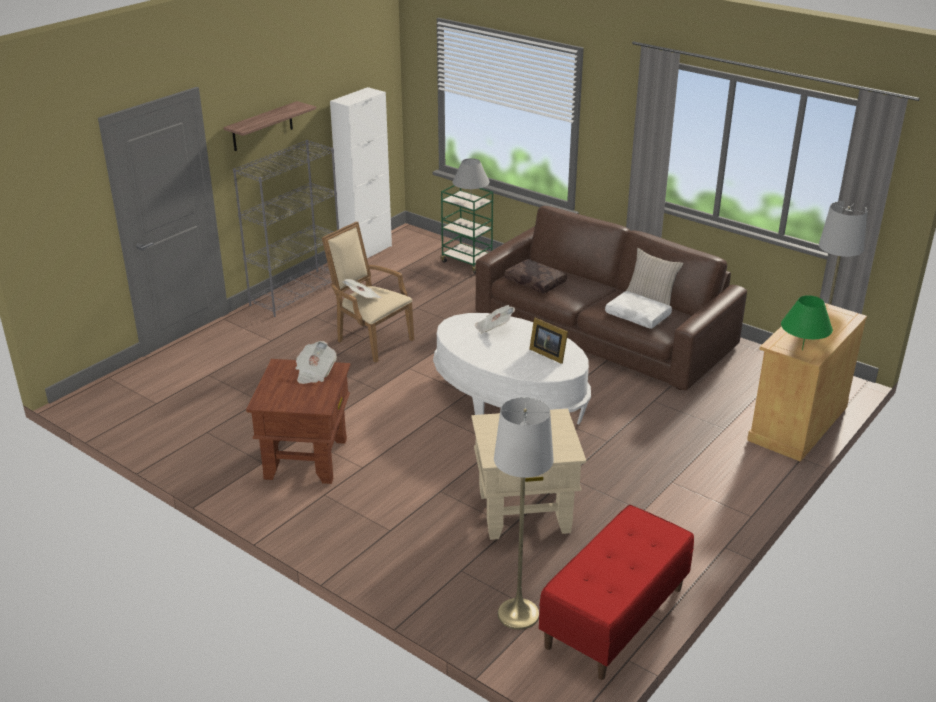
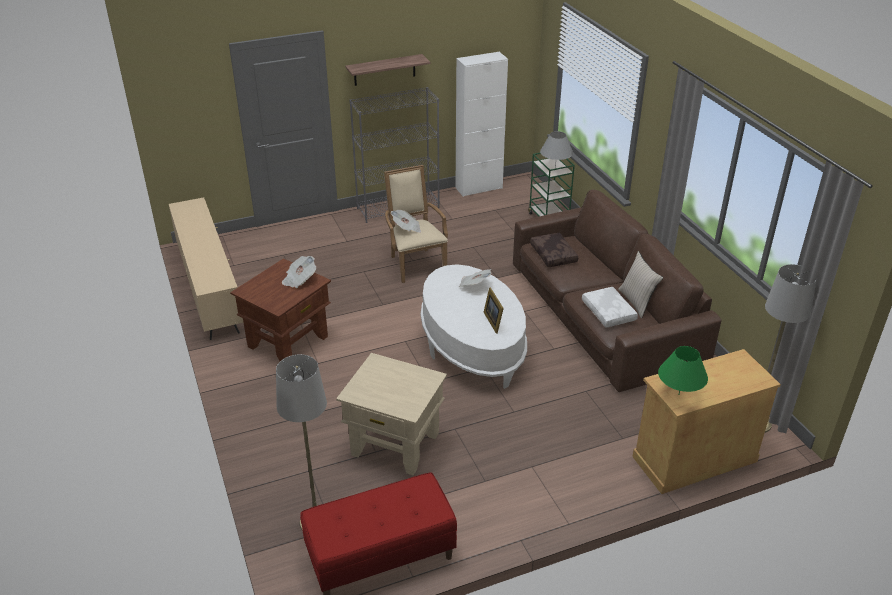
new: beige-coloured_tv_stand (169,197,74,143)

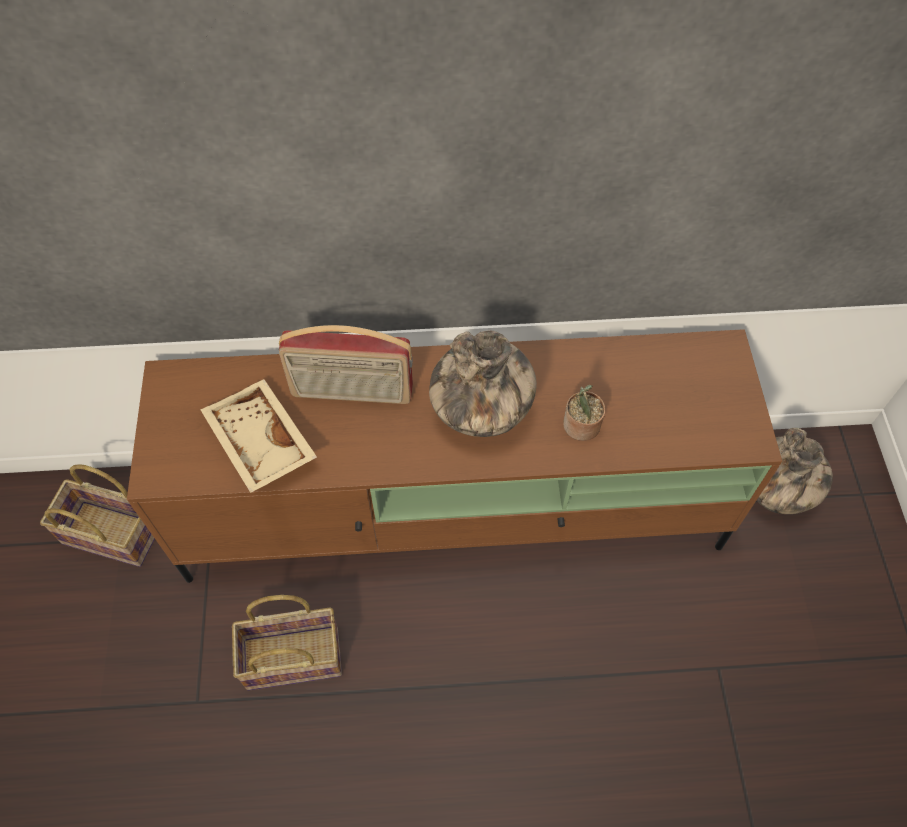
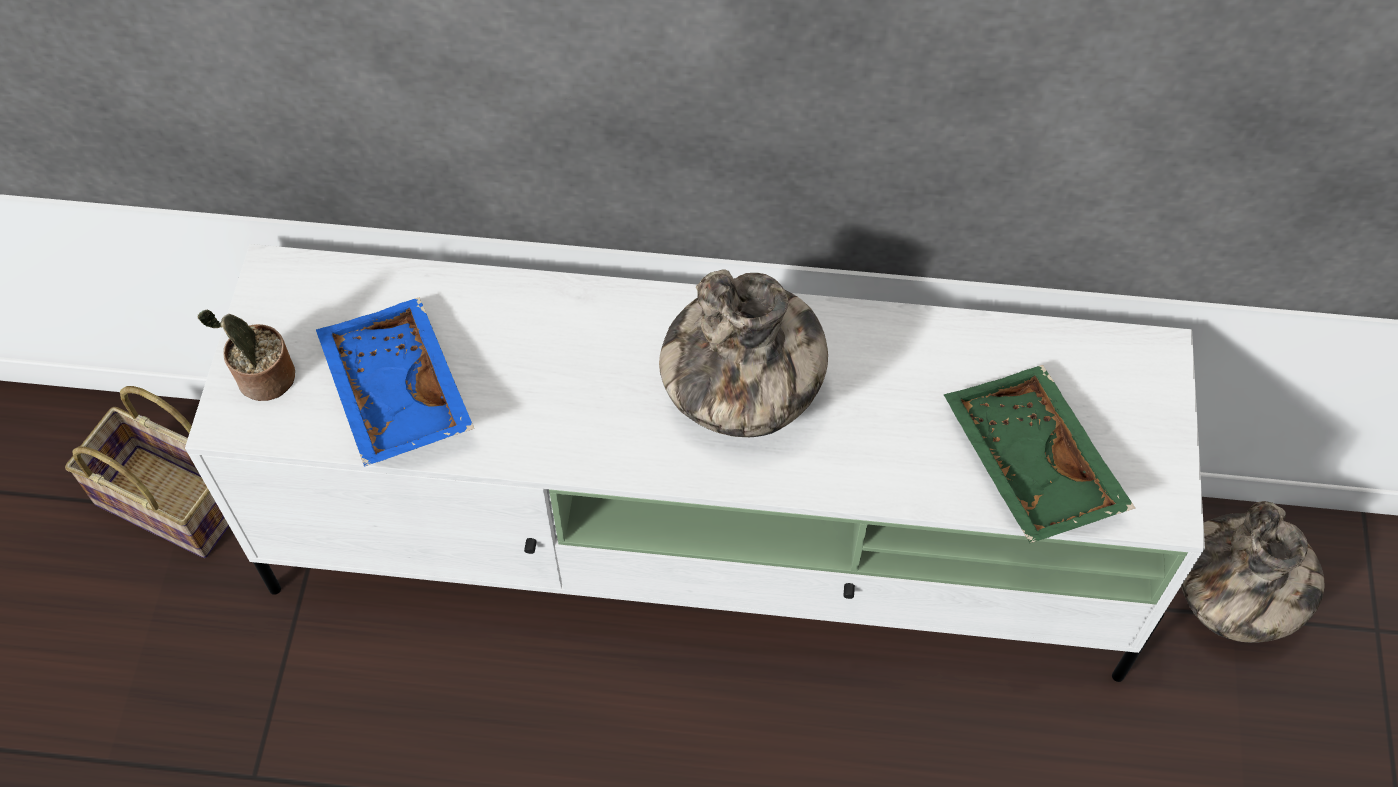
gone: storage_basket (232,595,110,96); radio_receiver (279,325,134,79)
new: green-coloured_serving_tray (944,365,191,178)
shifted: plant_in_a_pot (563,385,43,56) to (197,310,98,91)
repainted: brown-coloured_tv_stand (127,329,655,254) to whitish_tv_stand (185,244,1020,438); beige-coloured_serving_tray (201,379,116,114) to blue-coloured_serving_tray (316,297,158,170)

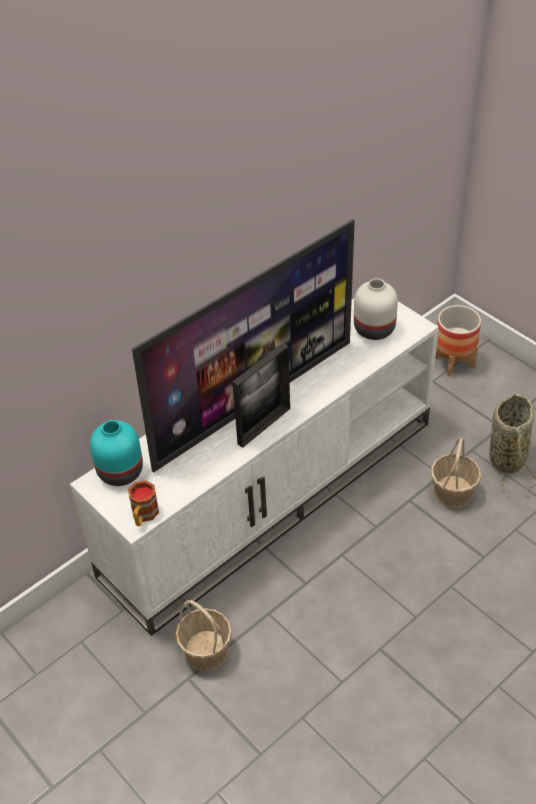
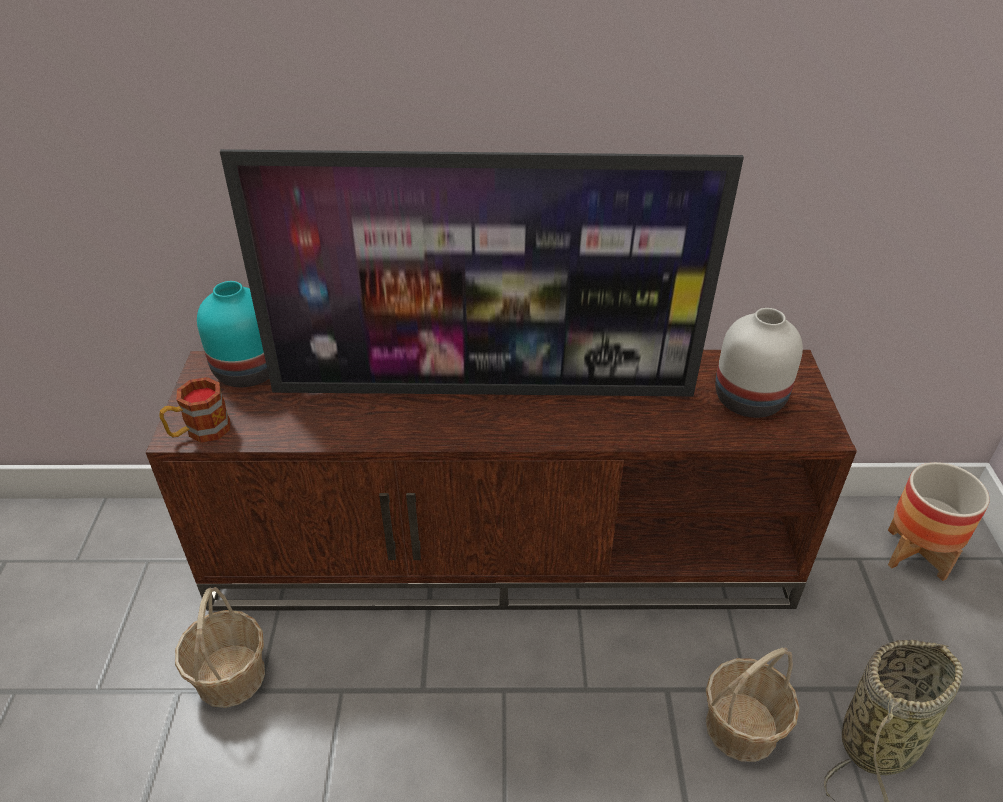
gone: photo_frame (232,343,58,105)
repainted: whitish_tv_stand (70,299,369,337) to brown-coloured_tv_stand (146,350,711,261)

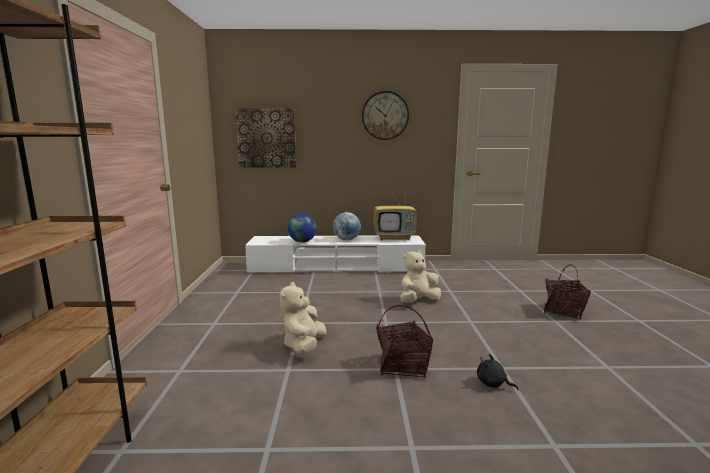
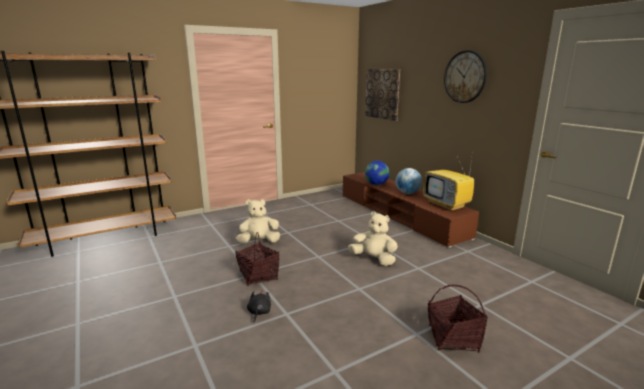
repainted: whitish_tv_stand (245,235,181,39) to brown-coloured_tv_stand (343,172,136,76)

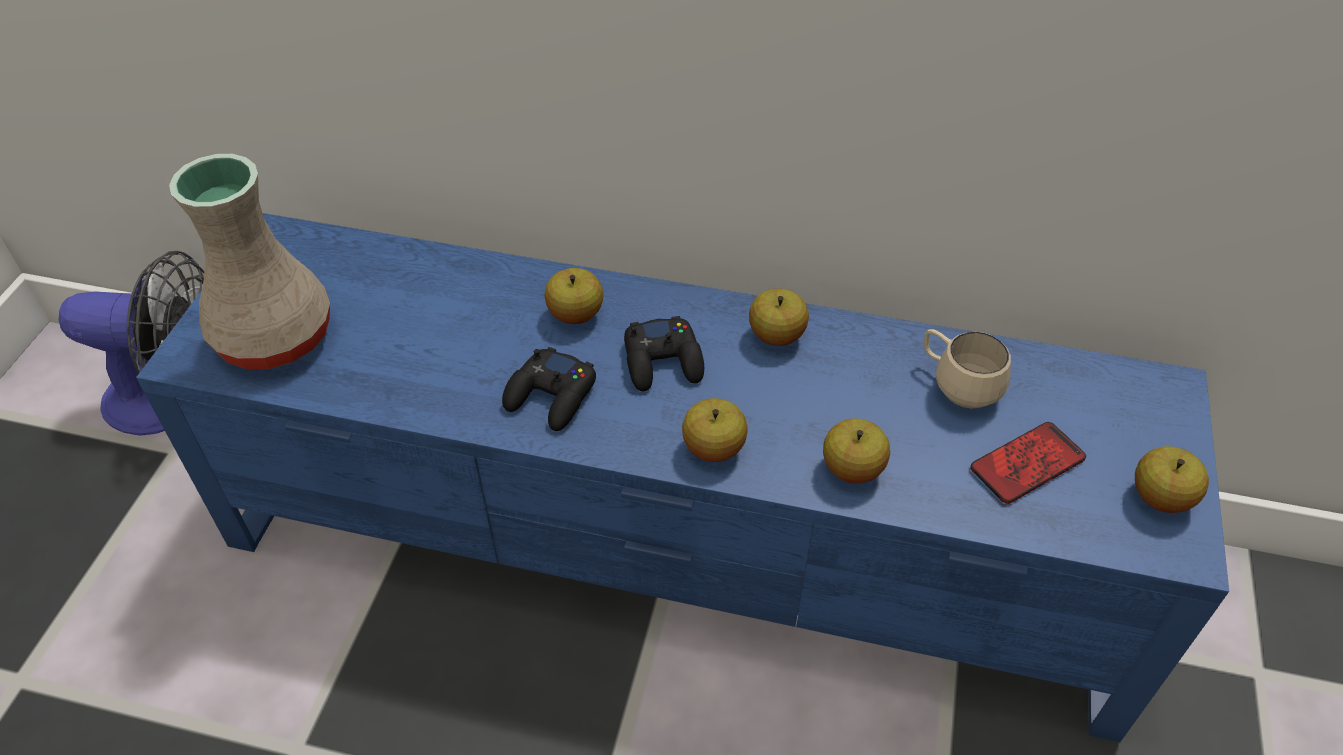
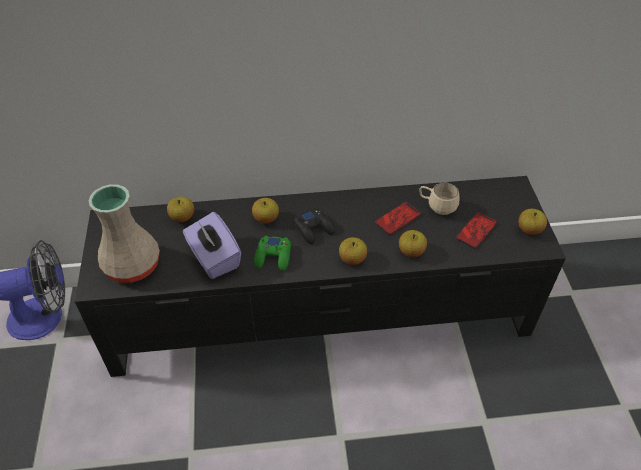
new: purple-coloured_box_of_tissues (183,212,58,67); phone (375,202,46,33)
shifted: whole_apple (749,289,60,57) to (167,196,27,26)
repainted: blue-coloured_tv_stand (136,213,1093,529) to blackish_tv_stand (75,176,491,201); blackish_joypad (502,347,94,84) to green-coloured_joypad (254,236,37,35)

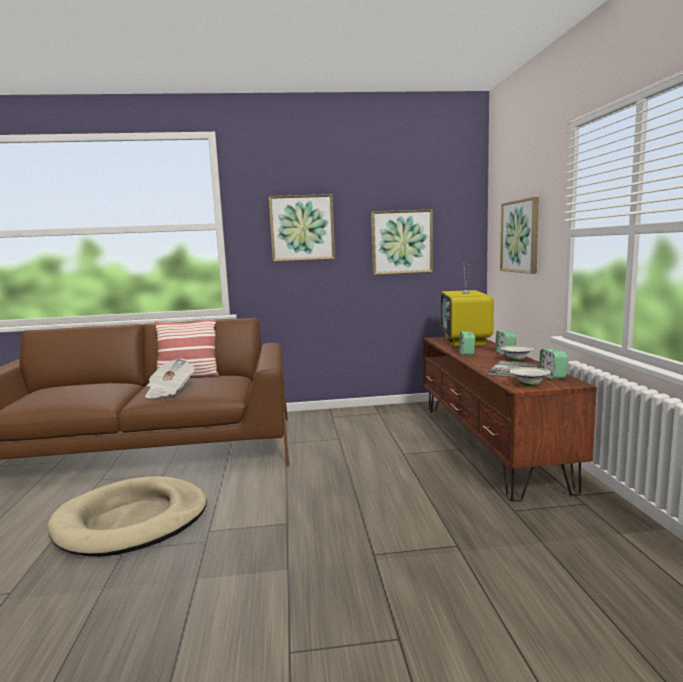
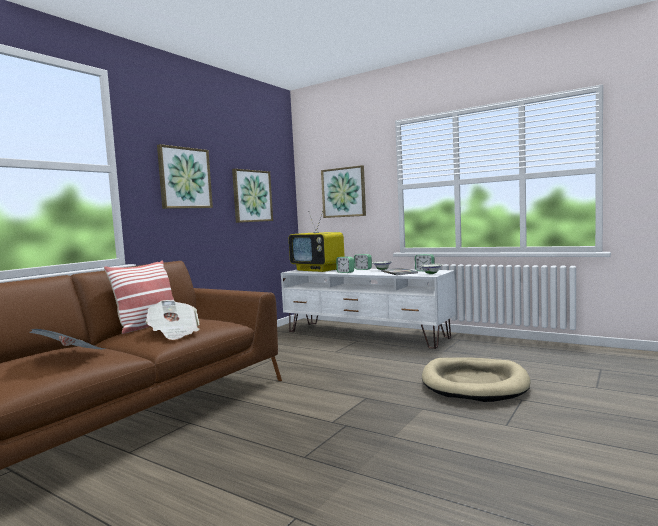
new: daily_paper (30,329,77,20)
shifted: beige-coloured_pet_bed (47,476,160,81) to (422,357,109,45)
repainted: brown-coloured_tv_stand (423,337,174,164) to whitish_tv_stand (281,268,175,81)

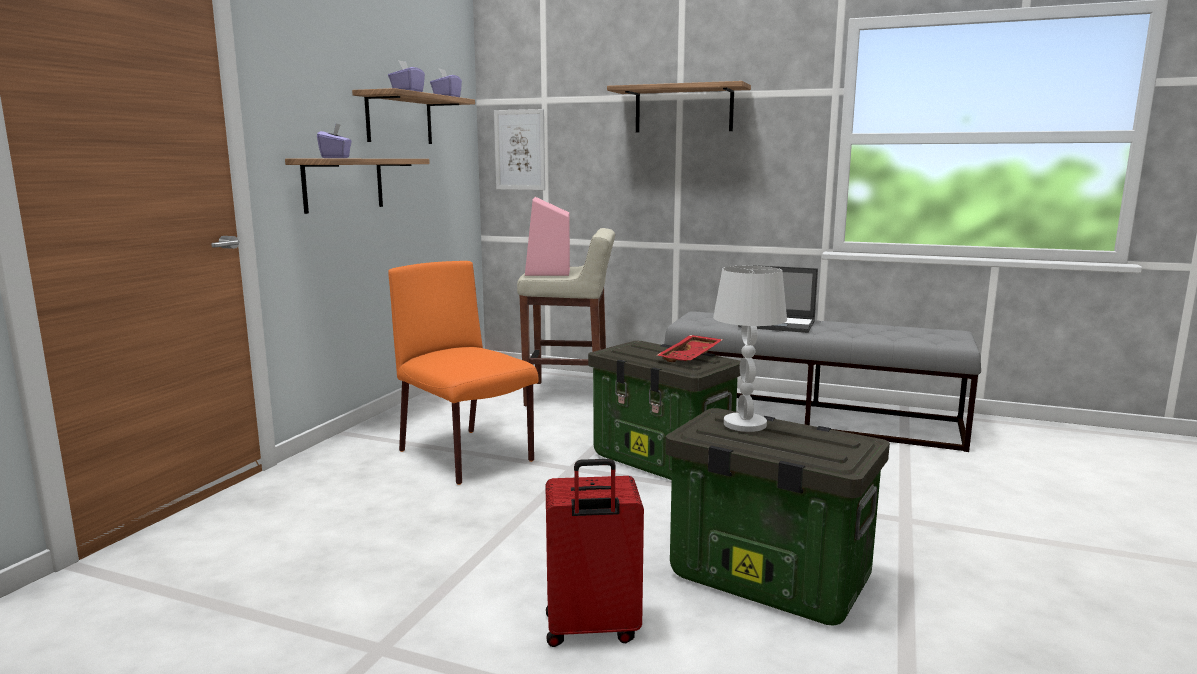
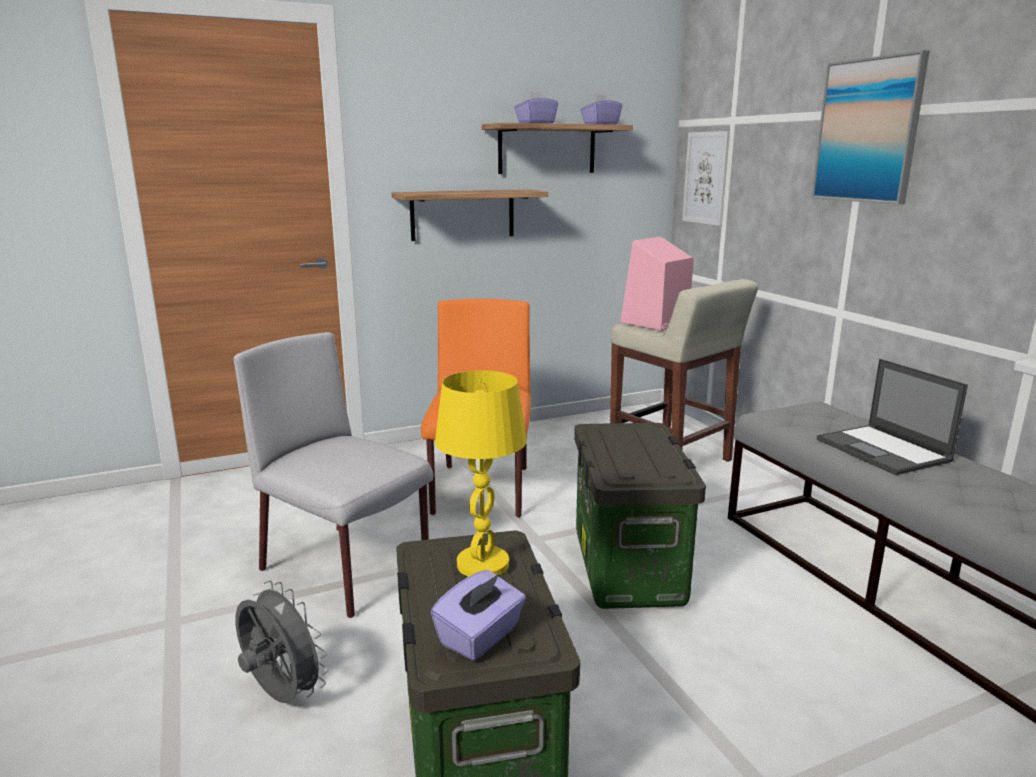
gone: red_serving_tray (656,335,67,27)
new: gray_plain_chair (234,332,199,286)
shifted: purple-coloured_box_of_tissues (317,123,35,35) to (431,570,95,91)
swapped: red_suitcase (545,459,99,188) to gray_fan (235,580,93,123); shelf (607,81,144,51) to wall_art (811,50,119,155)
repainted: whitish_tabletop_lamp (713,266,74,166) to yellowish_tabletop_lamp (435,370,92,207)

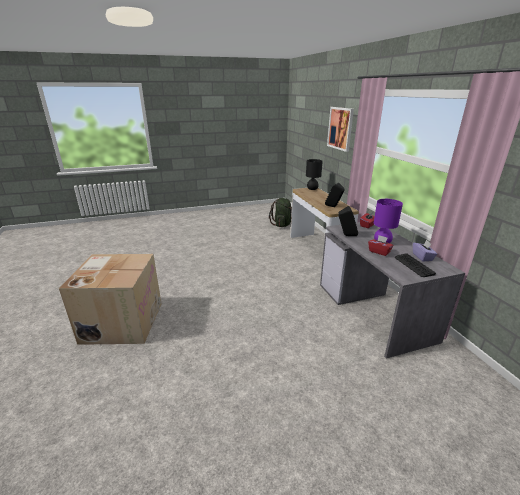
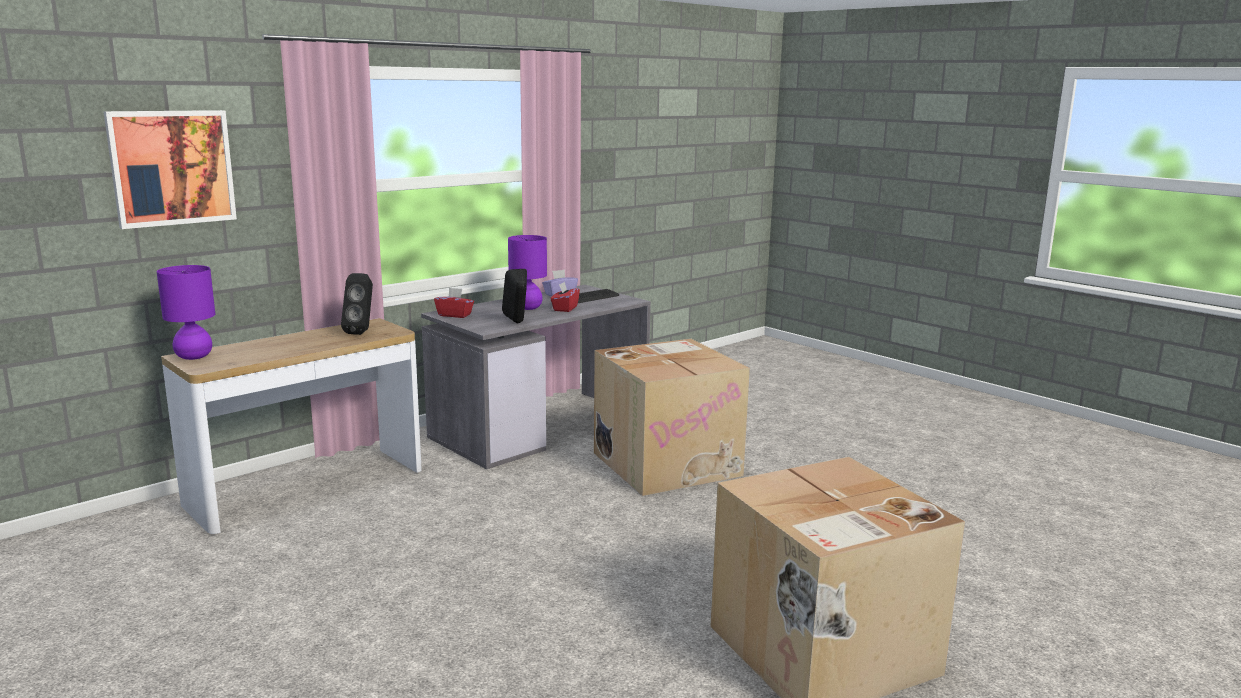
gone: green-coloured_rucksack (269,198,23,29)
new: packing_box (594,339,156,157)
repainted: blackish_tabletop_lamp (306,159,17,31) to purple-coloured_tabletop_lamp (157,265,58,95)

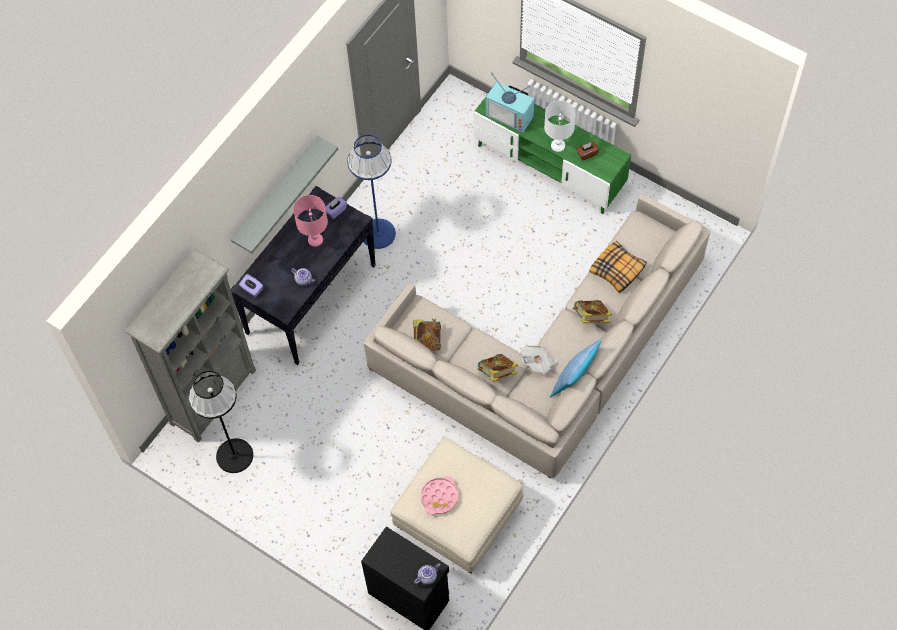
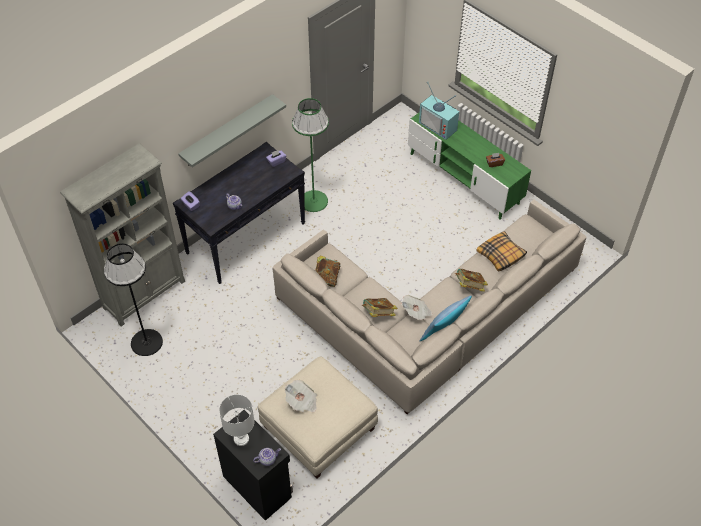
gone: pinkish_tabletop_lamp (293,195,35,52)
shifted: whitish_tabletop_lamp (544,101,32,51) to (219,395,36,51)
swapped: pinkish_serving_tray (421,476,38,39) to daily_paper (285,380,32,33)
repainted: blue-coloured_standard_lamp (347,135,49,114) to green-coloured_standard_lamp (292,98,37,114)

